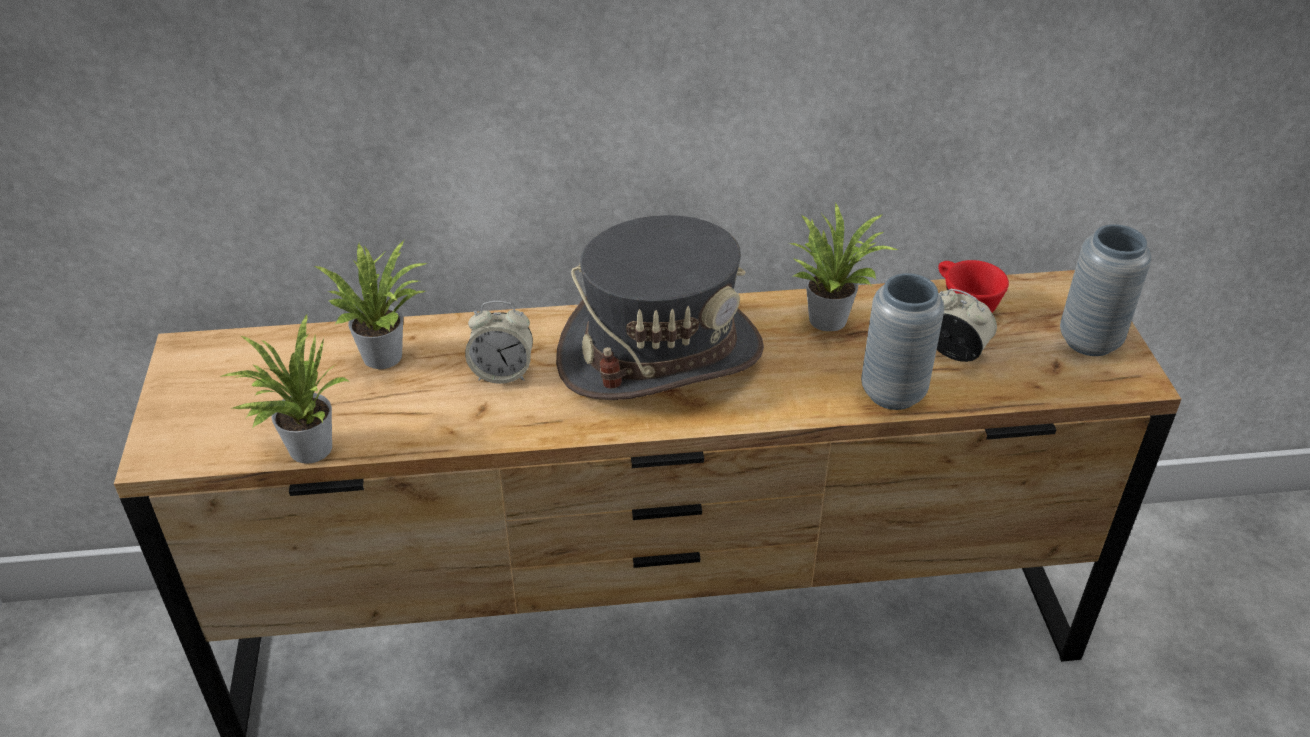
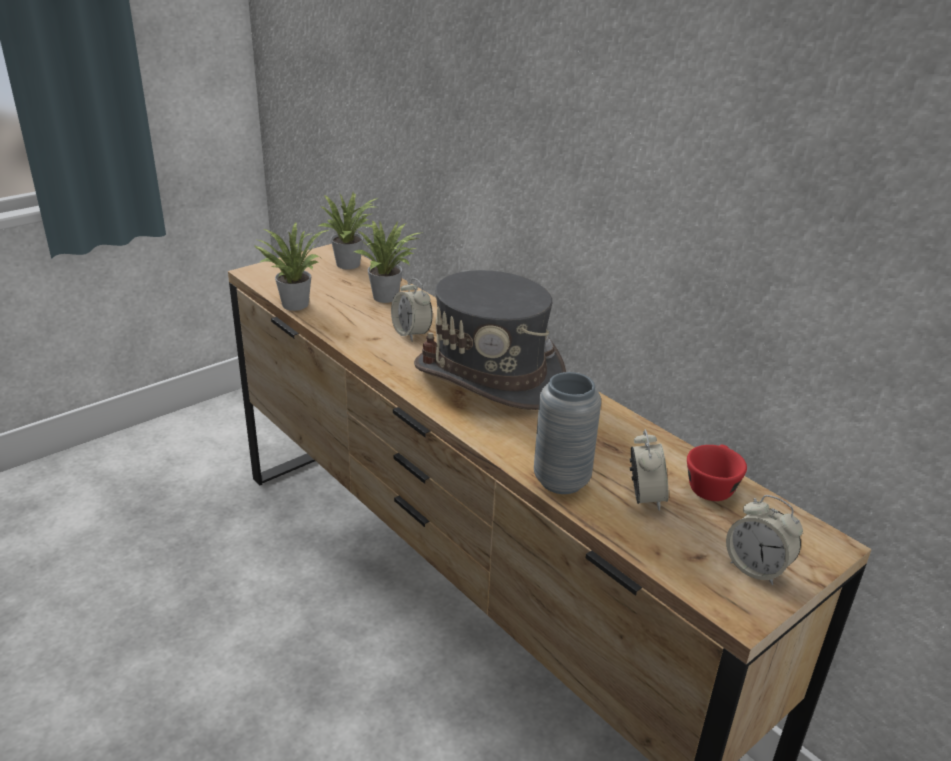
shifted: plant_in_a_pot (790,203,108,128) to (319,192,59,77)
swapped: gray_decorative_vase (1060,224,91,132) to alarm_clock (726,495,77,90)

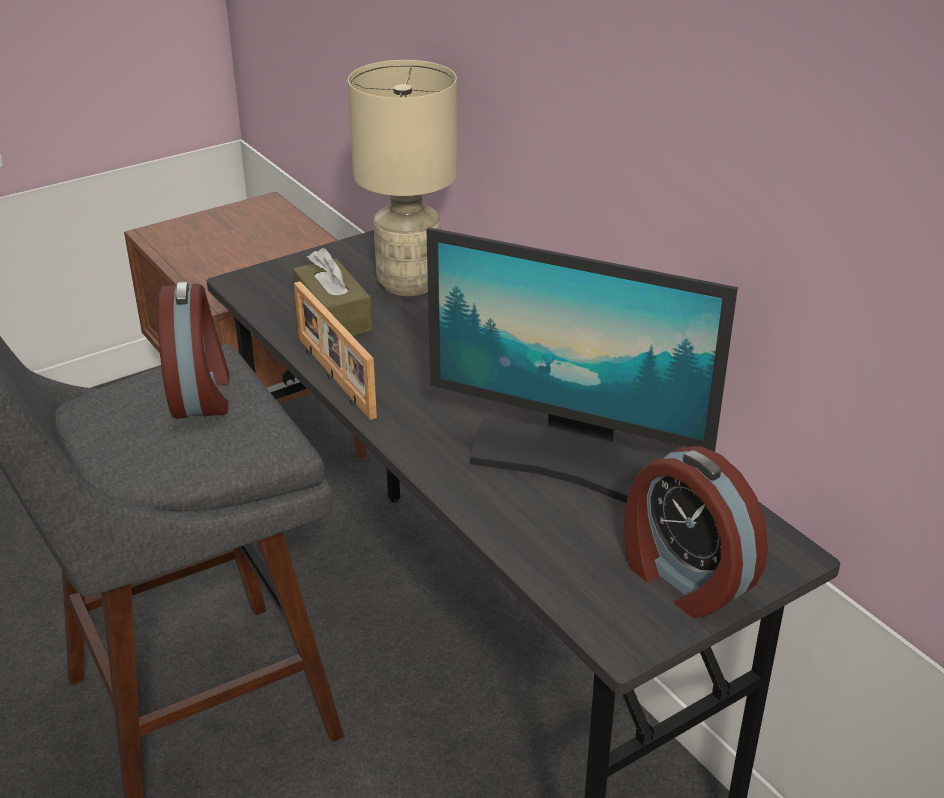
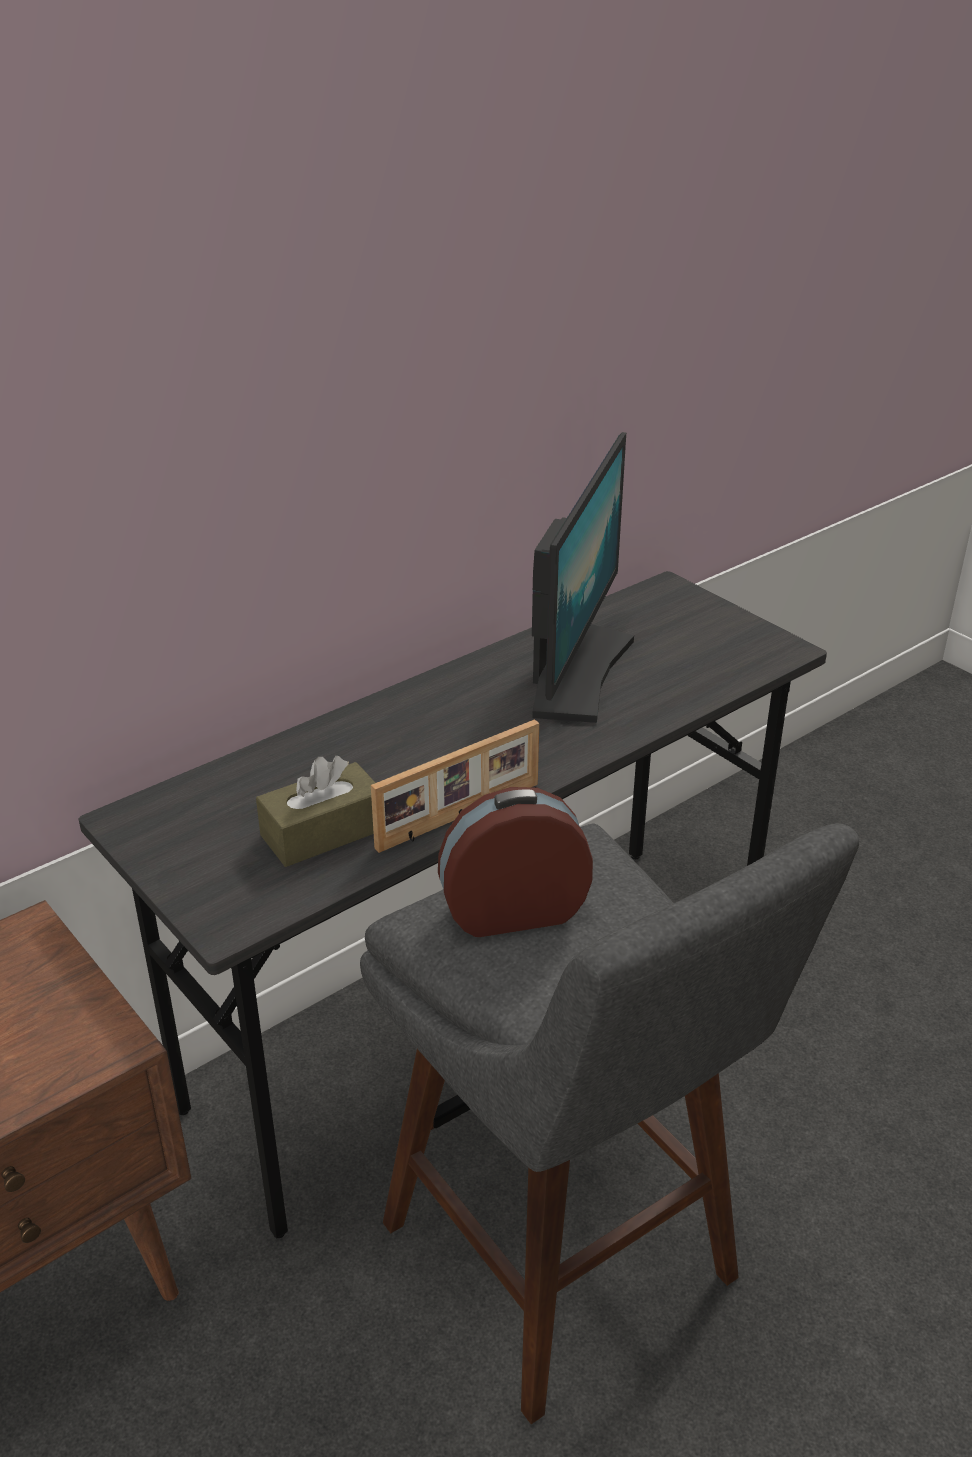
gone: beige-coloured_tabletop_lamp (348,60,110,236); alarm_clock (624,446,144,172)

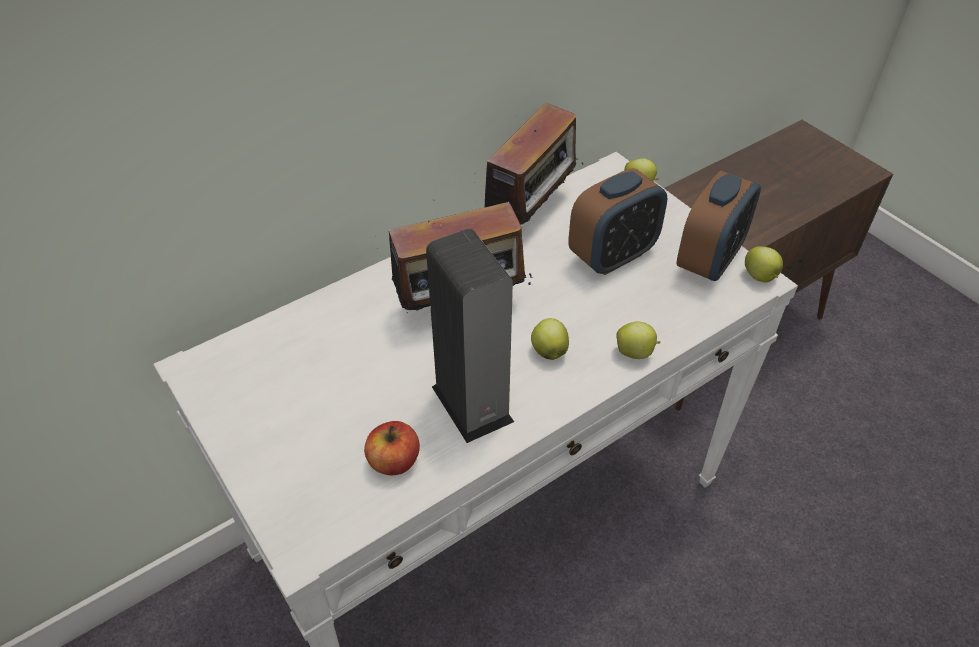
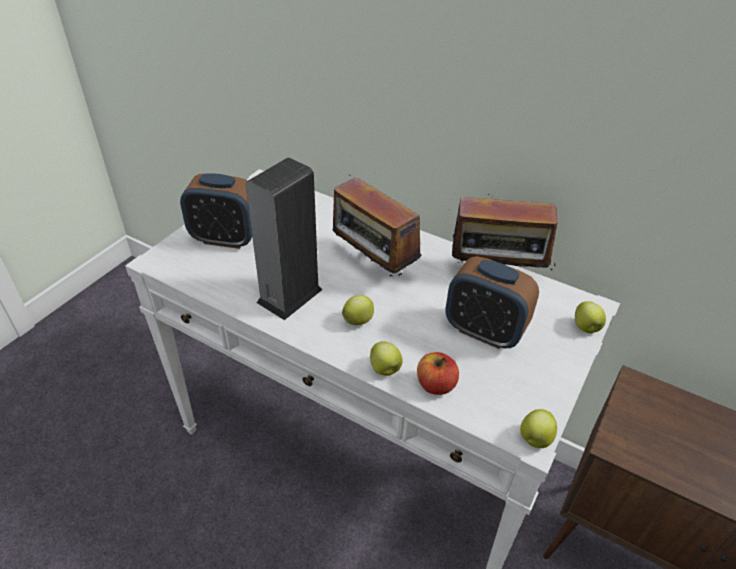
shifted: whole_apple (364,421,56,54) to (417,352,42,43); alarm_clock (677,171,84,110) to (180,173,72,76)

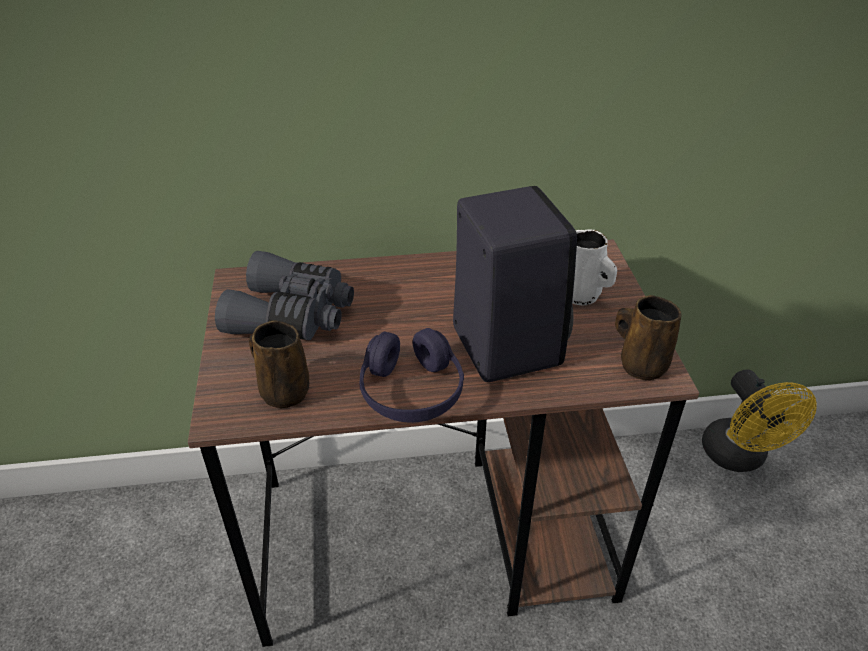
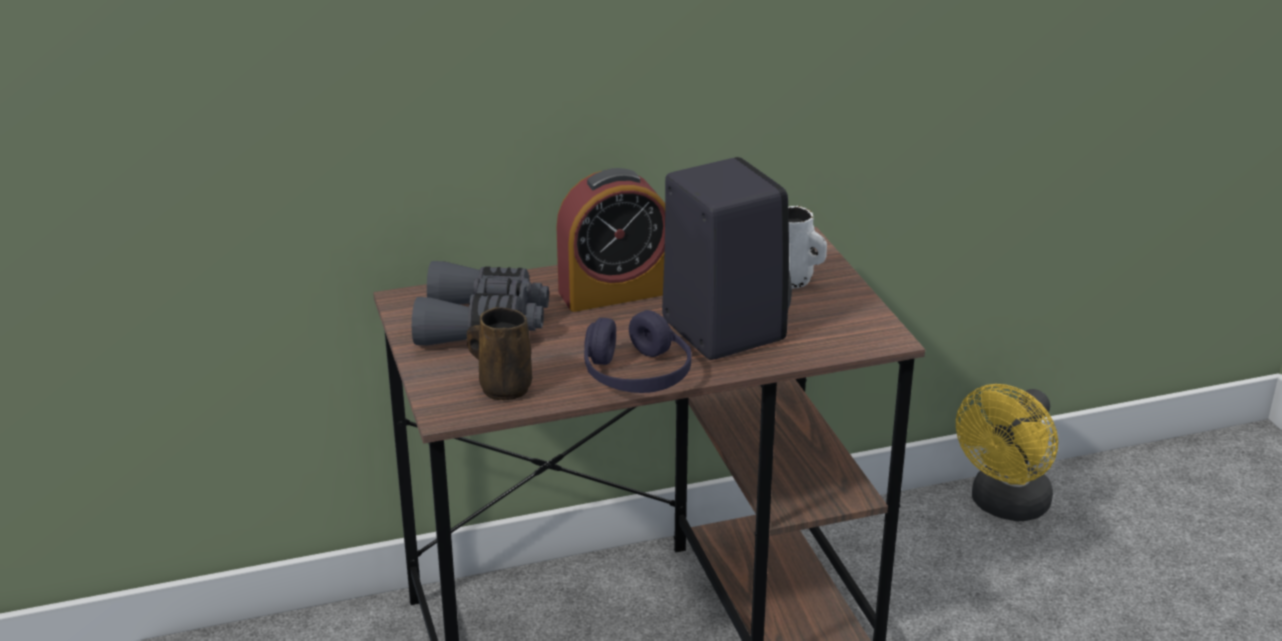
gone: brown-coloured_mug (615,295,66,85)
new: alarm_clock (556,168,109,144)
rotated: yellowish_fan (702,369,115,103) = (956,384,102,138) 60 degrees clockwise

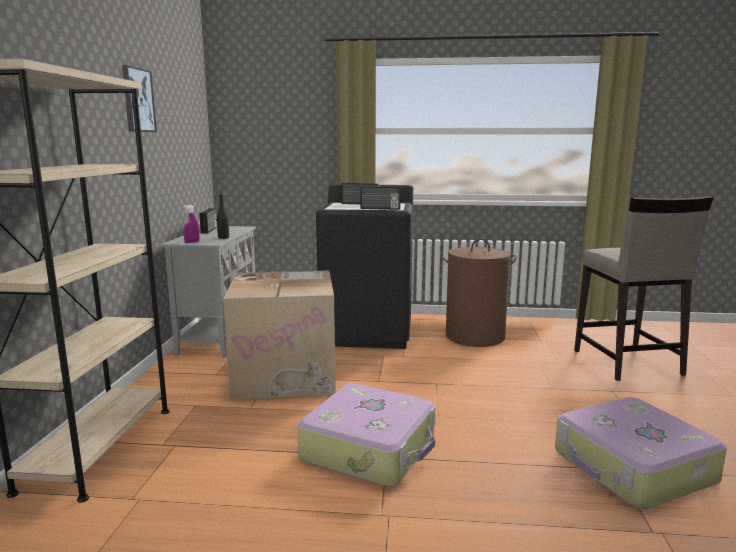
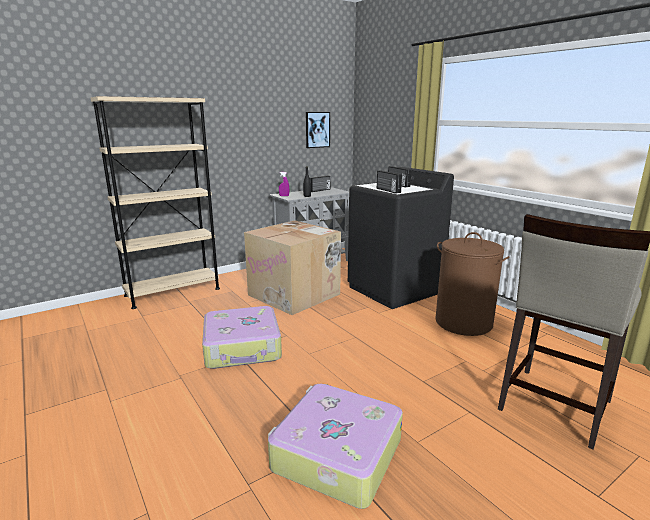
shifted: wall_art (122,65,35,67) to (306,112,24,36)

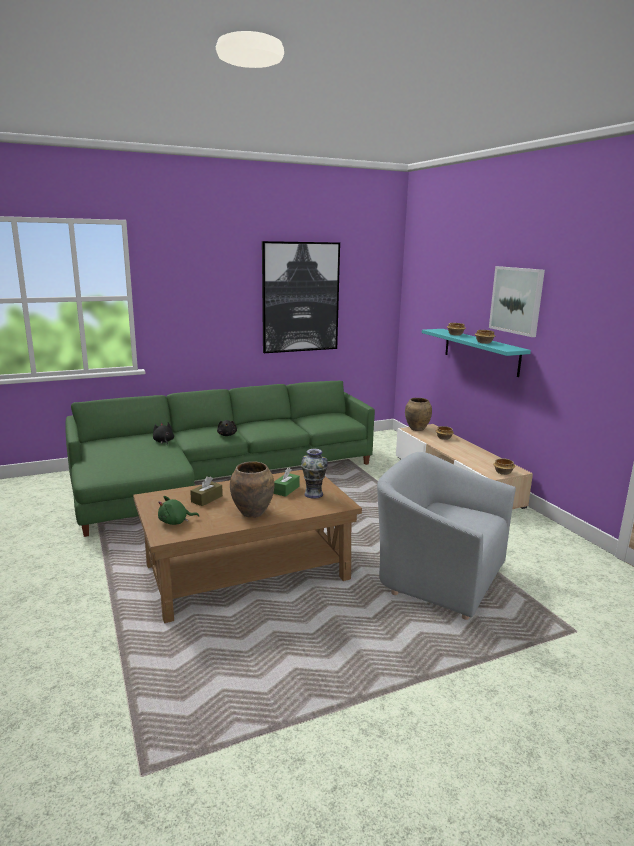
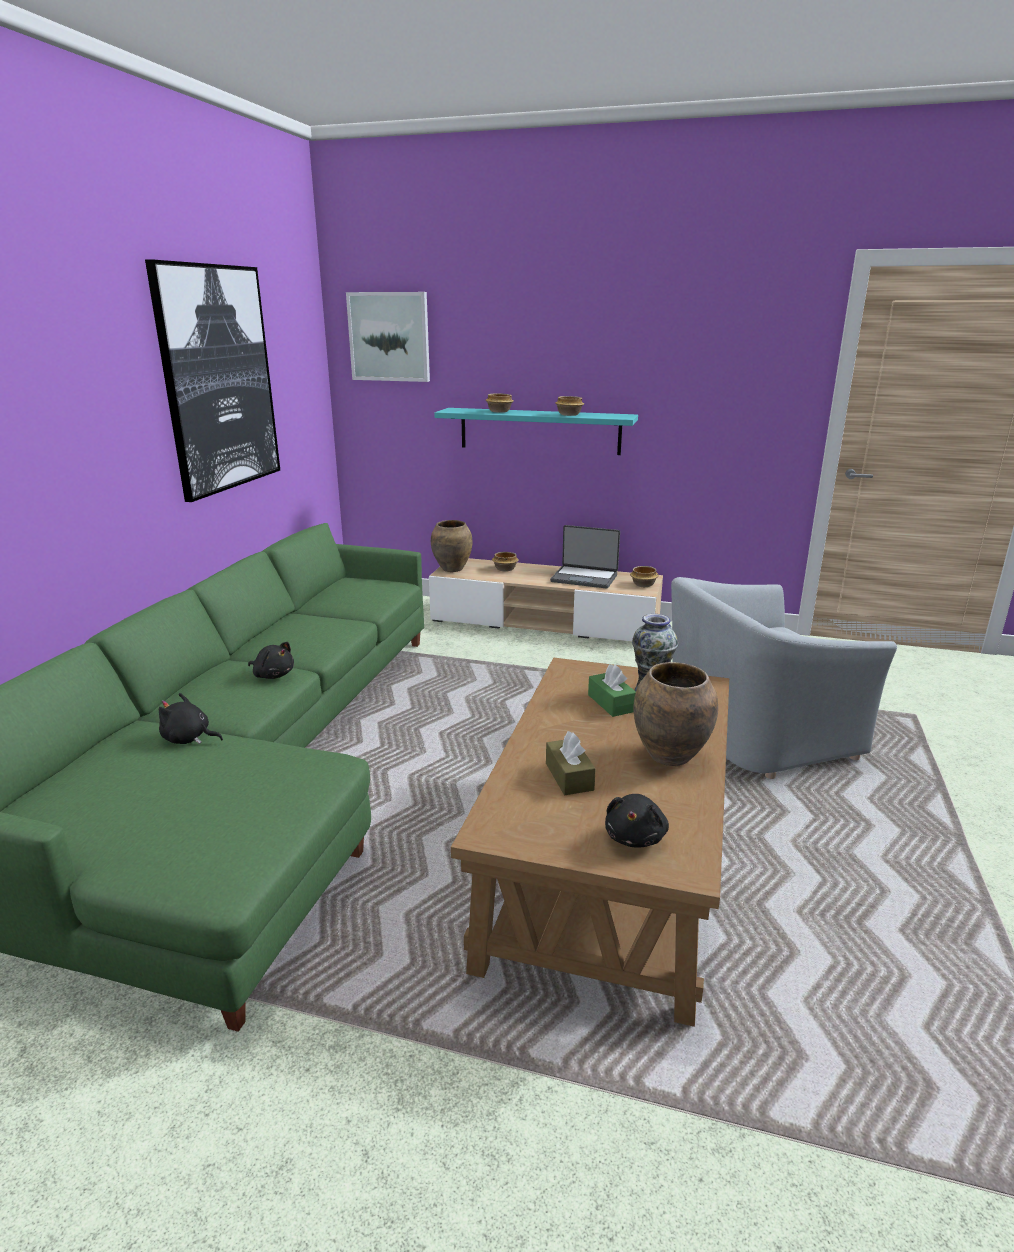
new: notebook_computer (550,525,70,64)
shifted: wall_art (489,266,56,71) to (346,292,84,90)
repainted: green-coloured_cuddly_toy (158,496,41,29) to blackish_cuddly_toy (605,794,64,54)

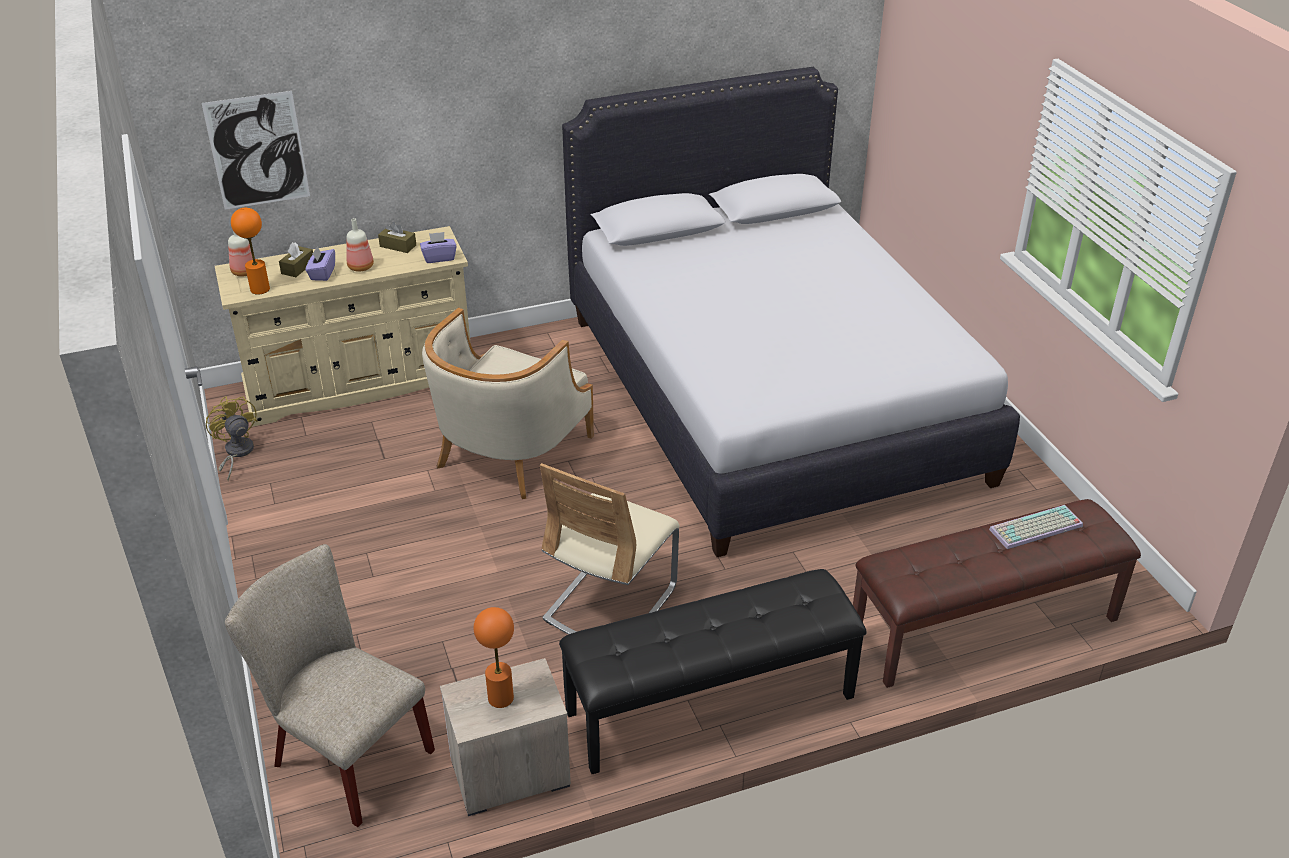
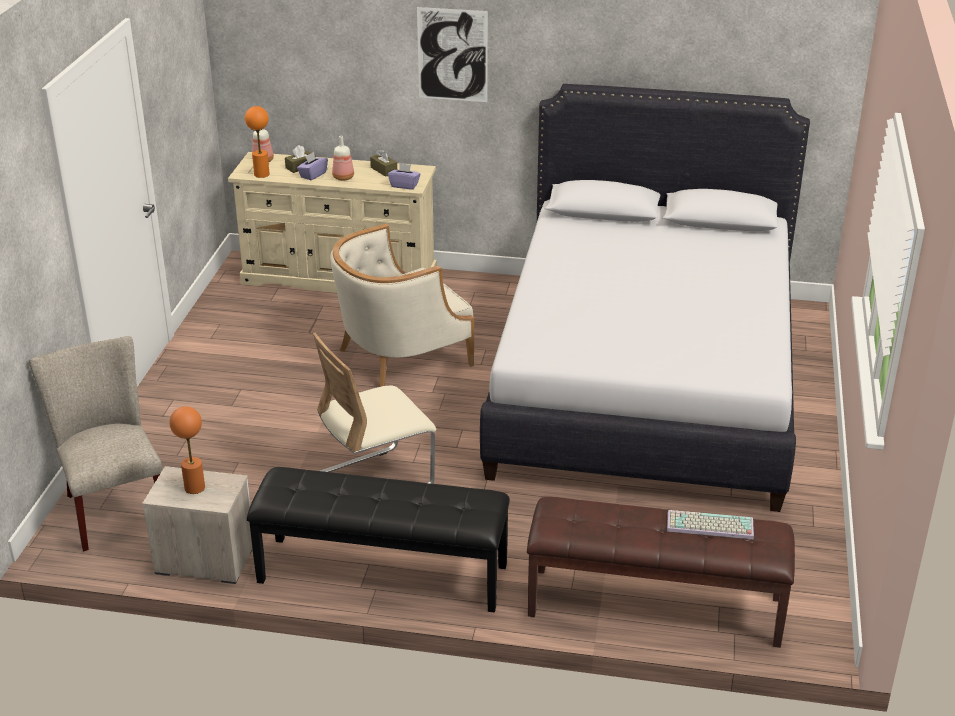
gone: yellowish_fan (206,396,52,85)
shifted: wall_art (202,91,108,119) to (417,7,71,95)

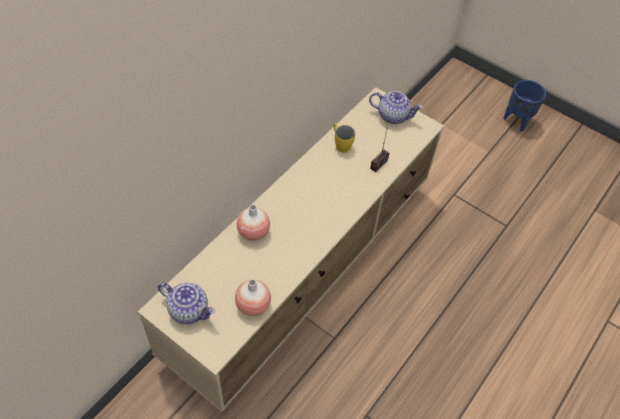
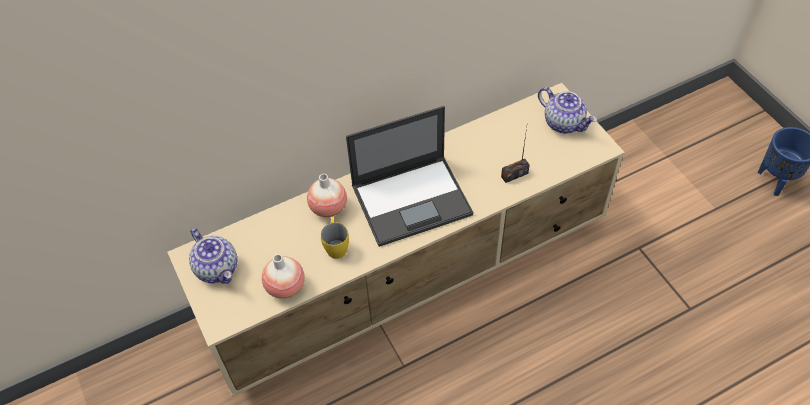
new: notebook_computer (346,106,128,141)
shifted: yellowish_mug (333,123,22,30) to (321,217,28,42)

